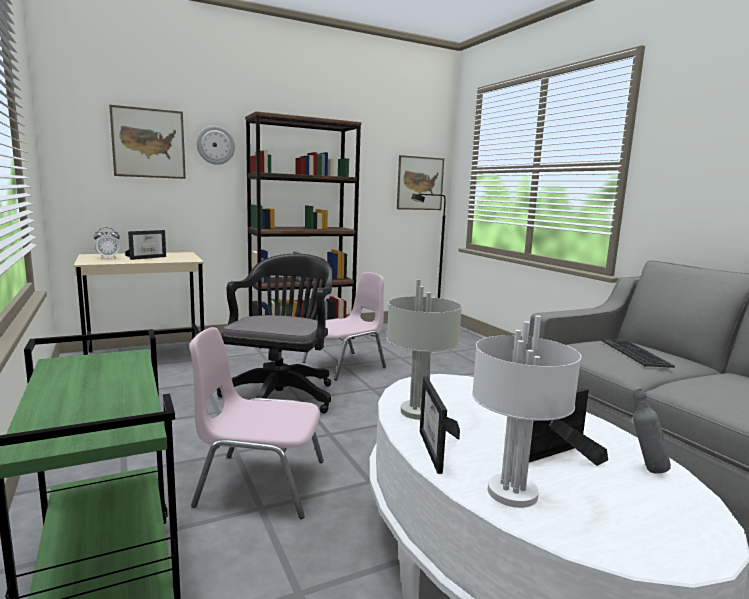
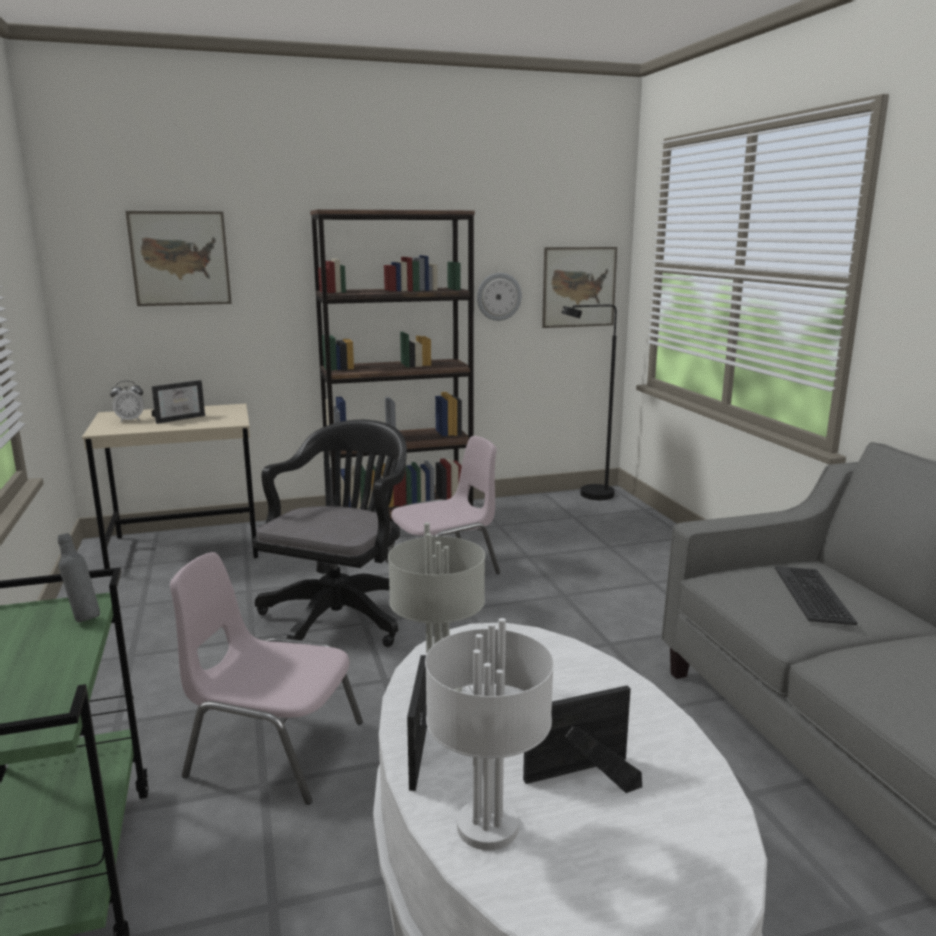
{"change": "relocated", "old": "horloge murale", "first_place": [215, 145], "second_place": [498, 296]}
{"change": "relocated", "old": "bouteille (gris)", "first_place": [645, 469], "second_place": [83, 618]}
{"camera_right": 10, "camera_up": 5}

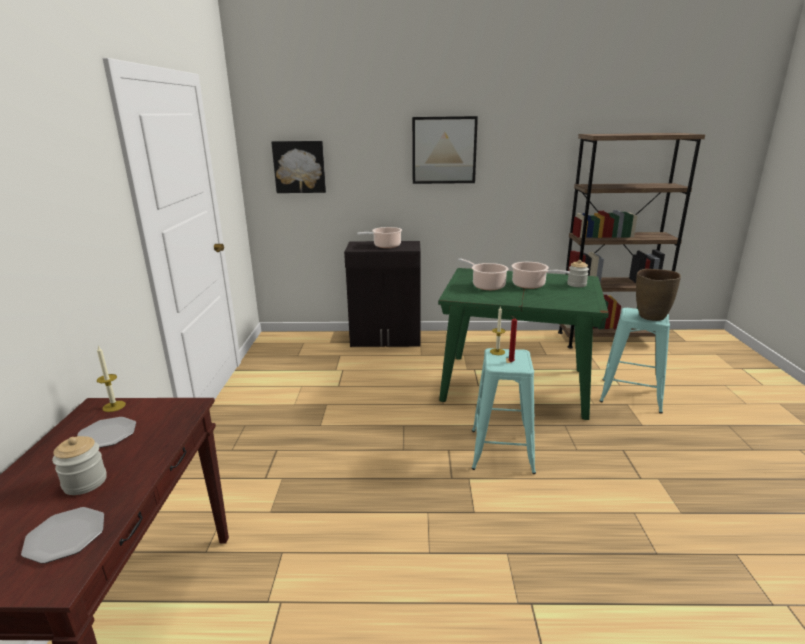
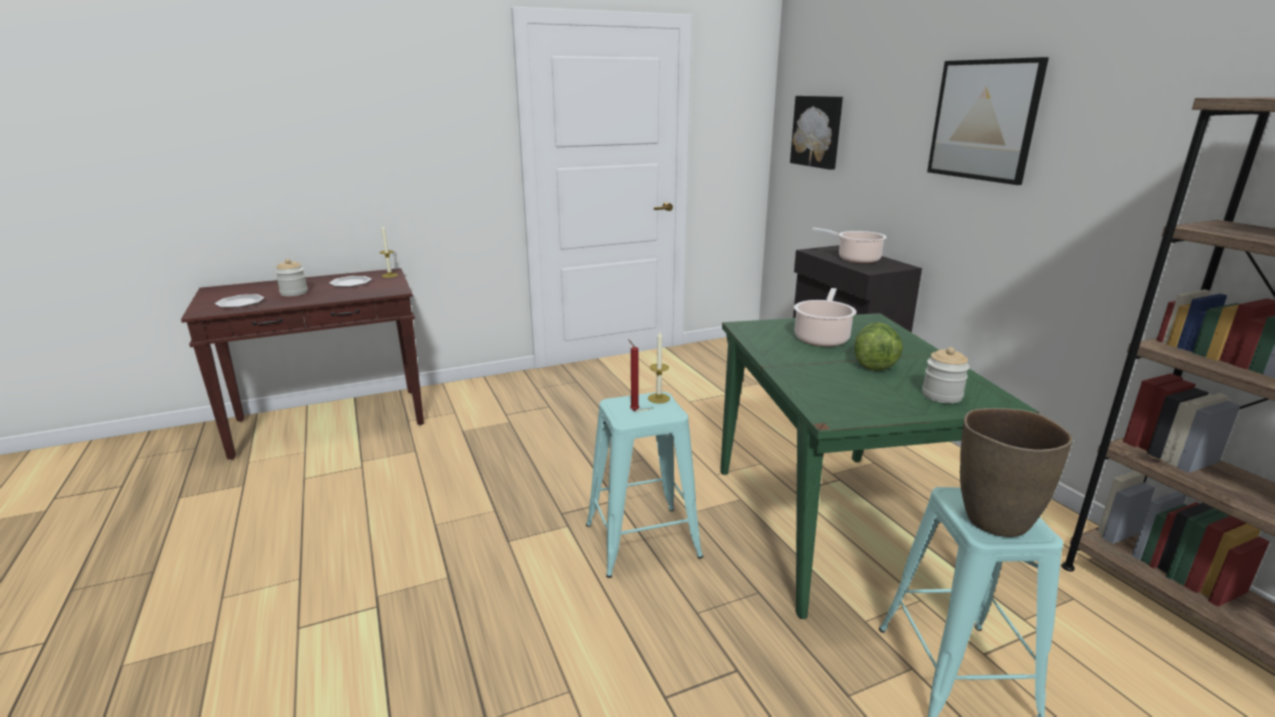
{"change": "exchanged", "old": "marmite", "new": "laitue", "first_place": [530, 285], "second_place": [873, 363]}
{"camera_right": 65, "camera_up": 0}

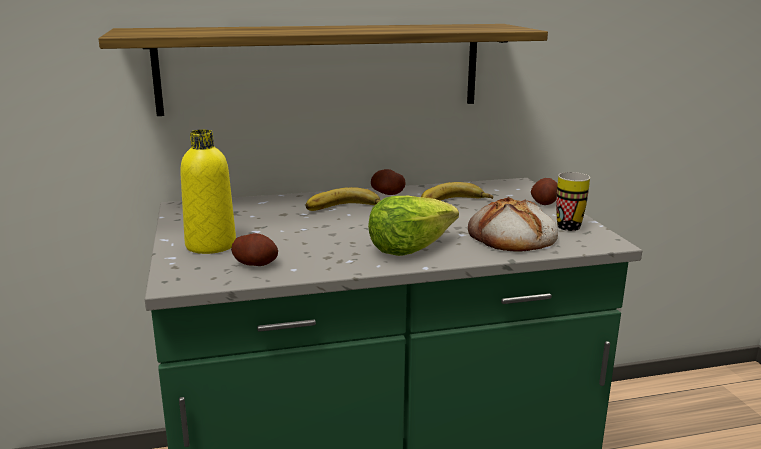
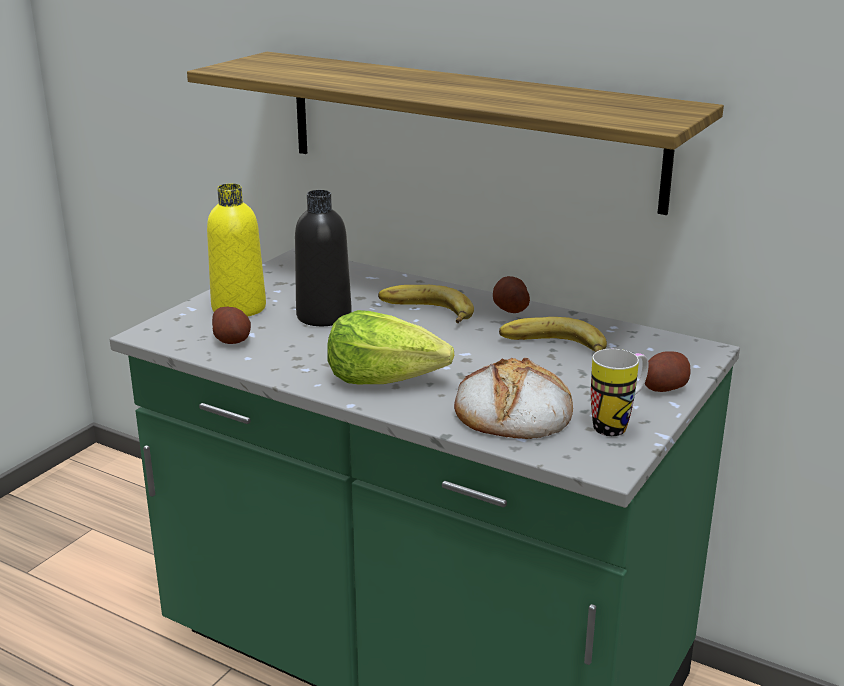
{"change": "appeared", "new": "bouteille (noir)", "second_place": [324, 316]}
{"camera_right": 45, "camera_up": 5}

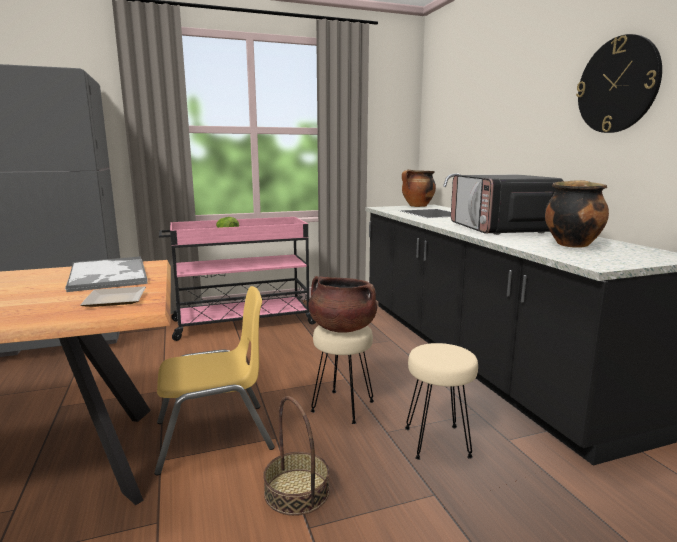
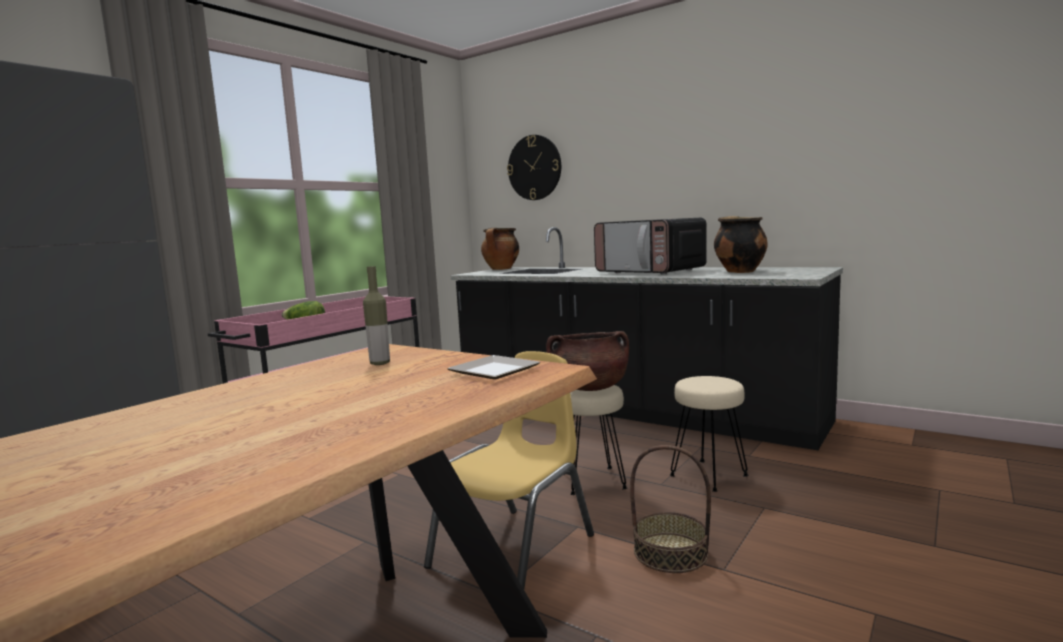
{"change": "relocated", "old": "horloge murale", "first_place": [617, 85], "second_place": [534, 167]}
{"change": "exchanged", "old": "plateau", "new": "bouteille", "first_place": [108, 275], "second_place": [380, 363]}
{"camera_right": -35, "camera_up": -5}

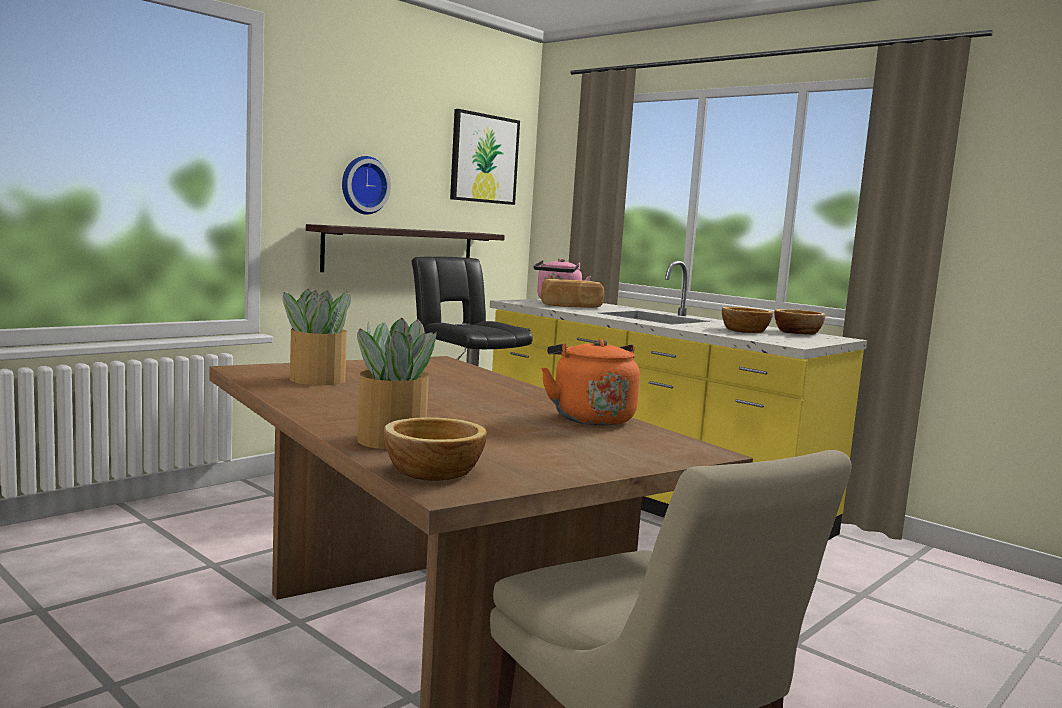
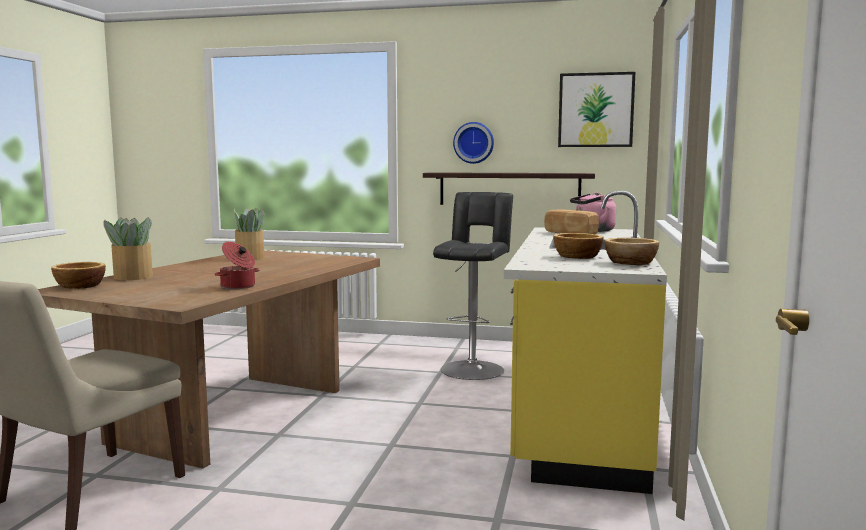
{"change": "exchanged", "old": "bouilloire (orange)", "new": "marmite", "first_place": [590, 418], "second_place": [238, 287]}
{"camera_right": 60, "camera_up": 0}

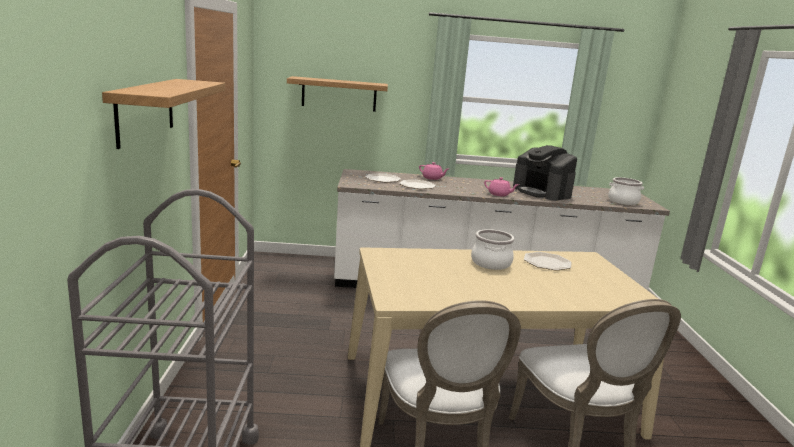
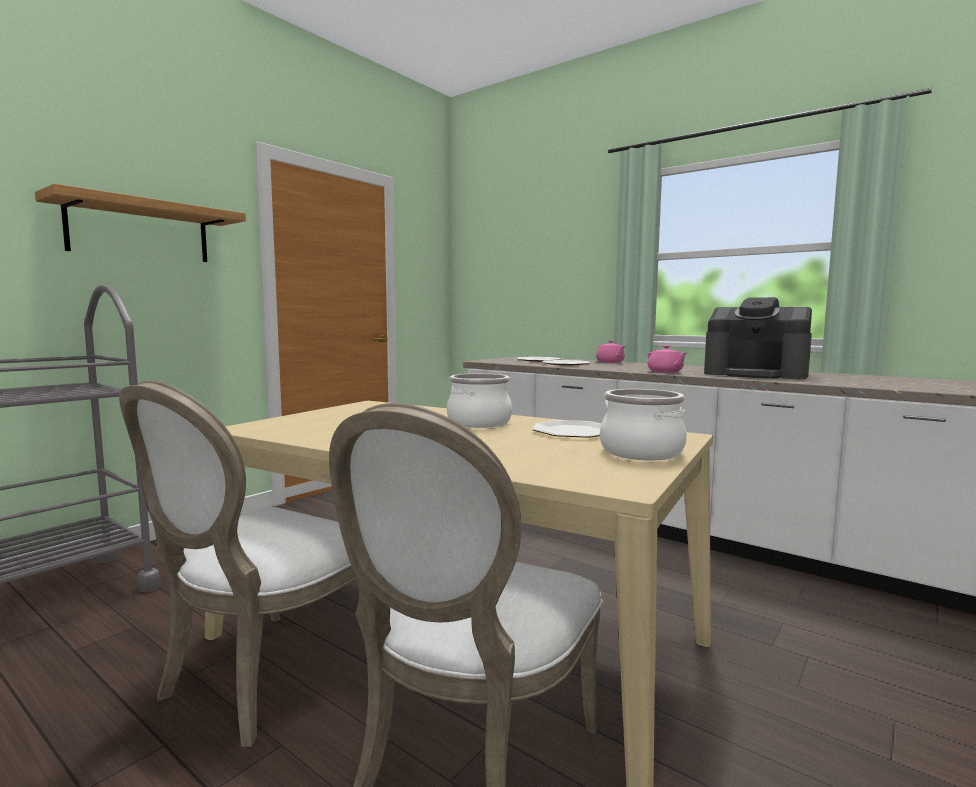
{"change": "missing", "old": "étagère", "first_place": [339, 94]}
{"change": "spun", "old": "machine à café", "first_place": [542, 192], "second_place": [756, 374], "degrees": -60}
{"change": "relocated", "old": "marmite", "first_place": [623, 201], "second_place": [640, 452]}
{"camera_right": 40, "camera_up": -10}

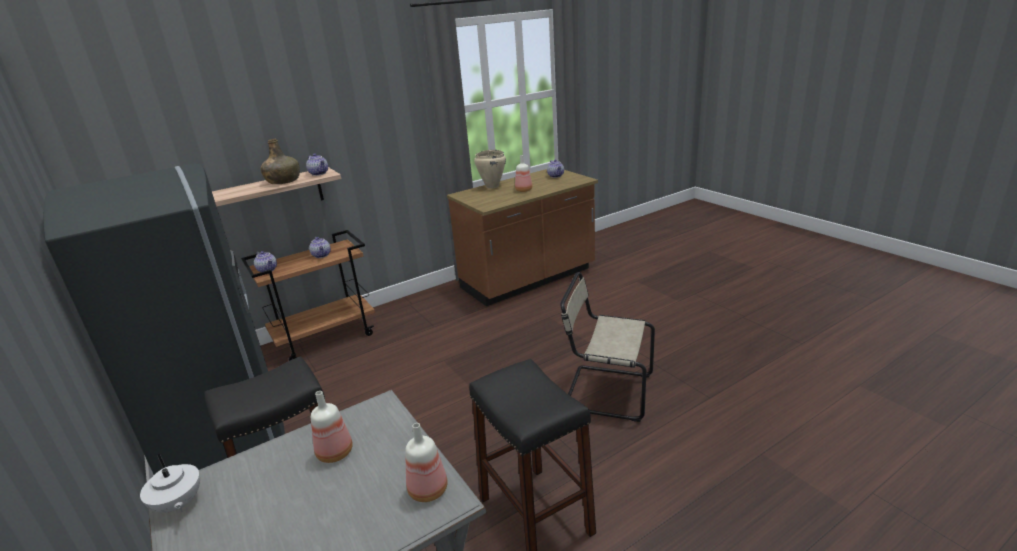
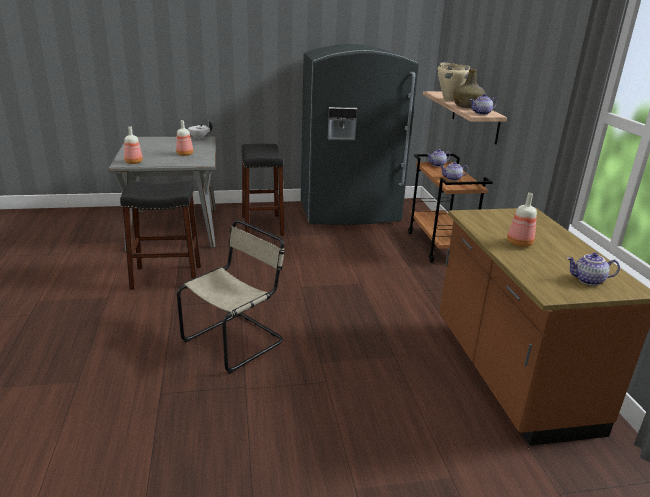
{"change": "relocated", "old": "marmite (beige)", "first_place": [492, 186], "second_place": [449, 99]}
{"camera_right": 110, "camera_up": 0}

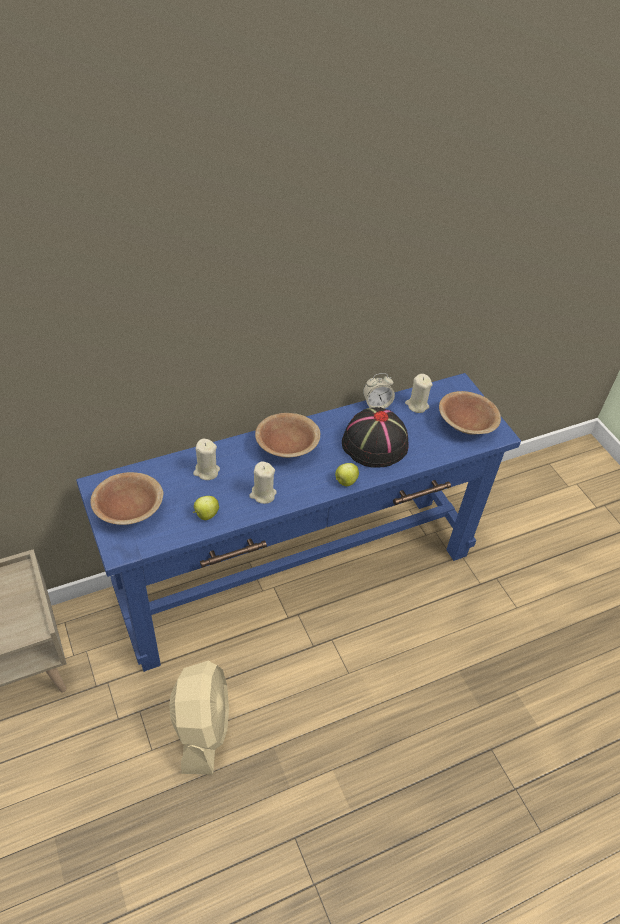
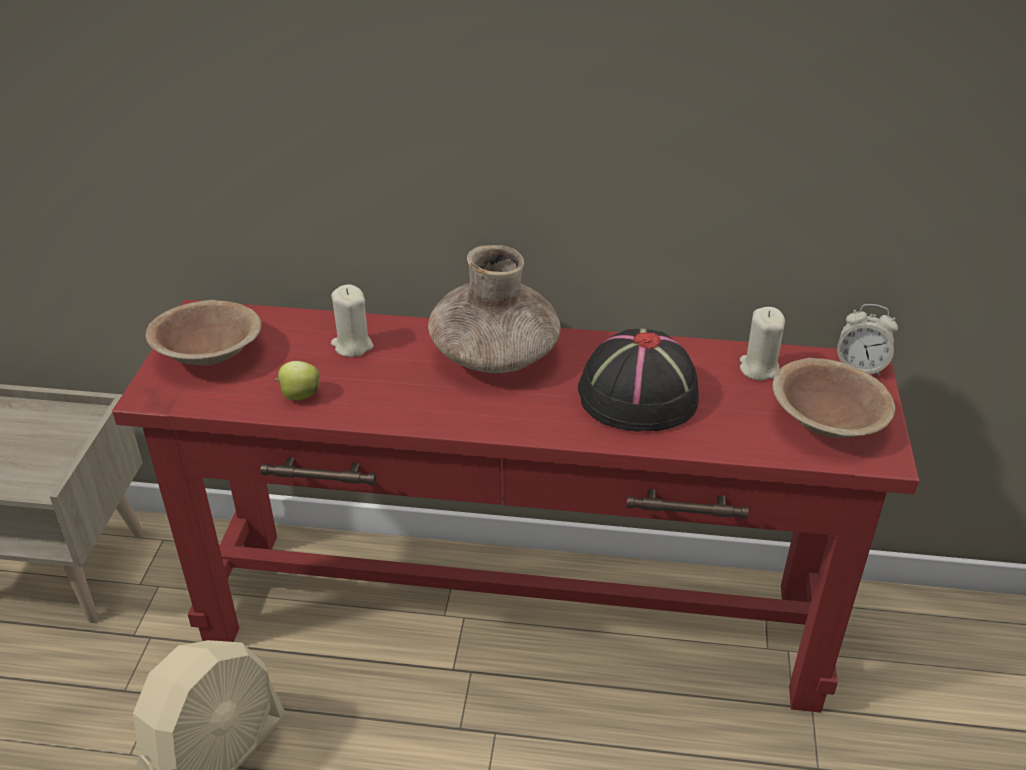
{"change": "colour", "old": "table console (bleu)", "new": "table console (rouge)", "first_place": [298, 574], "second_place": [514, 617]}
{"change": "relocated", "old": "réveil", "first_place": [376, 404], "second_place": [860, 366]}
{"change": "exchanged", "old": "bol (marron)", "new": "vase (marron)", "first_place": [287, 447], "second_place": [495, 354]}
{"change": "missing", "old": "bougie (beige)", "first_place": [262, 494]}
{"change": "missing", "old": "pomme", "first_place": [345, 482]}
{"camera_right": 35, "camera_up": -10}

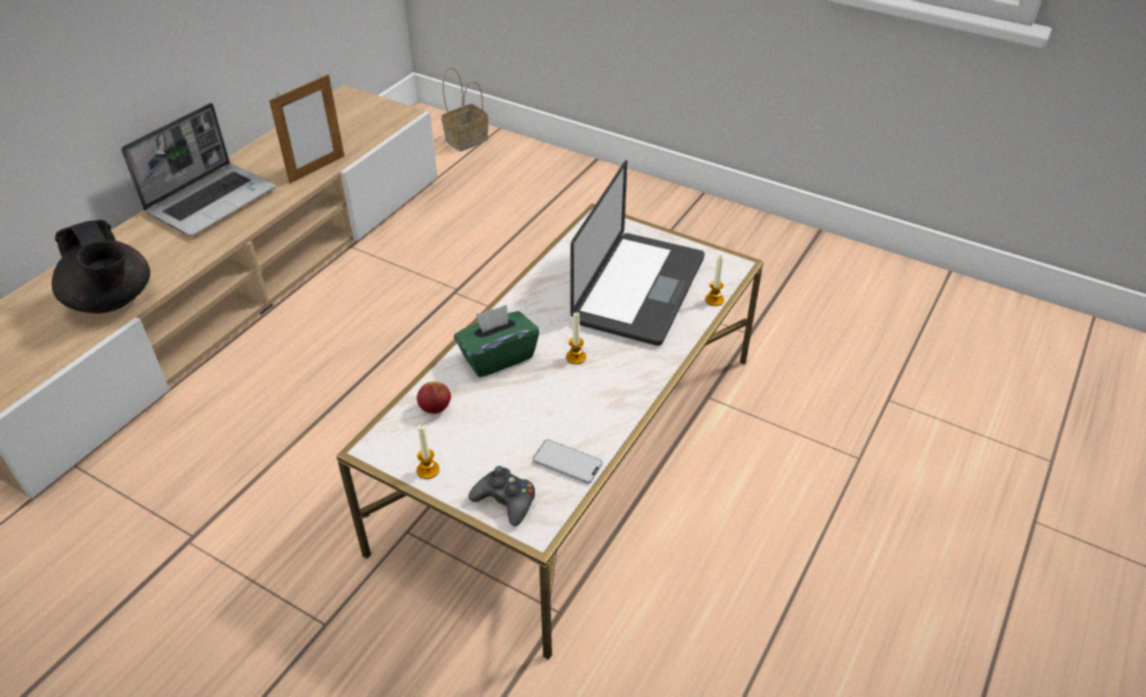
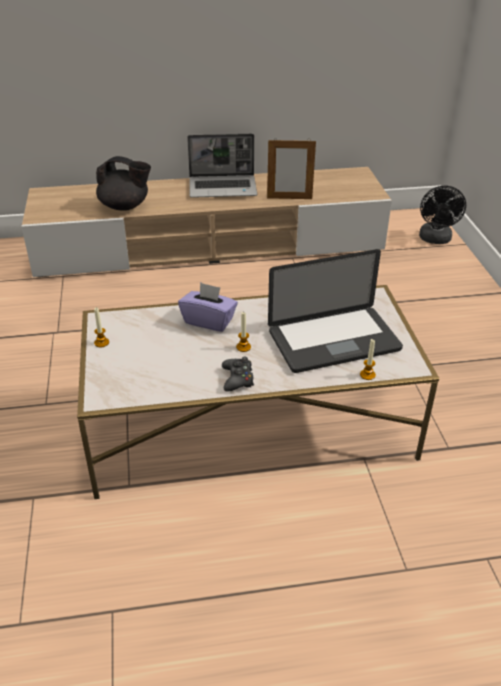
{"change": "exchanged", "old": "panier", "new": "ventilateur (noir)", "first_place": [467, 139], "second_place": [435, 240]}
{"change": "spun", "old": "théière (noir)", "first_place": [112, 301], "second_place": [125, 206], "degrees": -90}
{"change": "colour", "old": "boîte à mouchoirs (vert)", "new": "boîte à mouchoirs (violet)", "first_place": [497, 357], "second_place": [209, 321]}
{"change": "missing", "old": "pomme", "first_place": [435, 408]}
{"change": "missing", "old": "téléphone", "first_place": [567, 462]}
{"change": "relocated", "old": "manette (noir)", "first_place": [505, 500], "second_place": [237, 379]}
{"camera_right": 50, "camera_up": -5}

